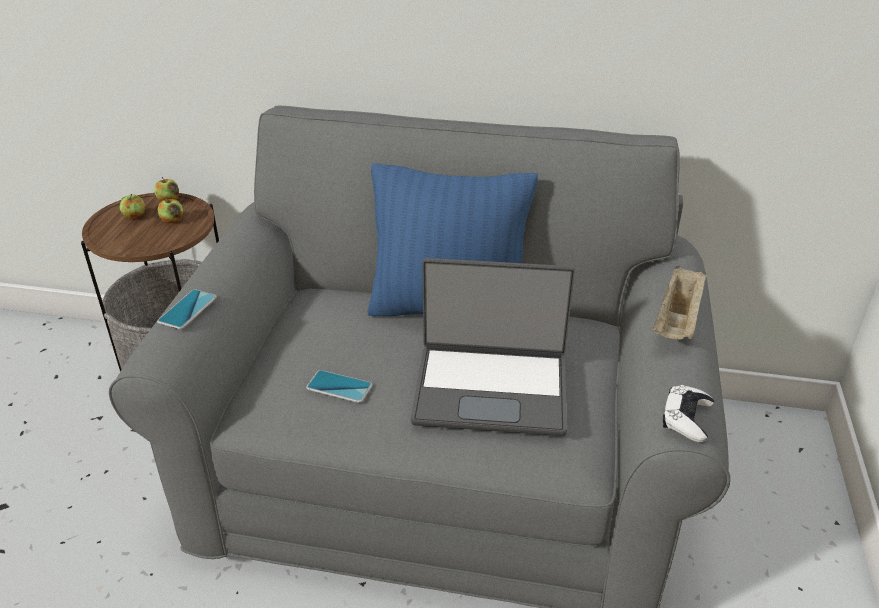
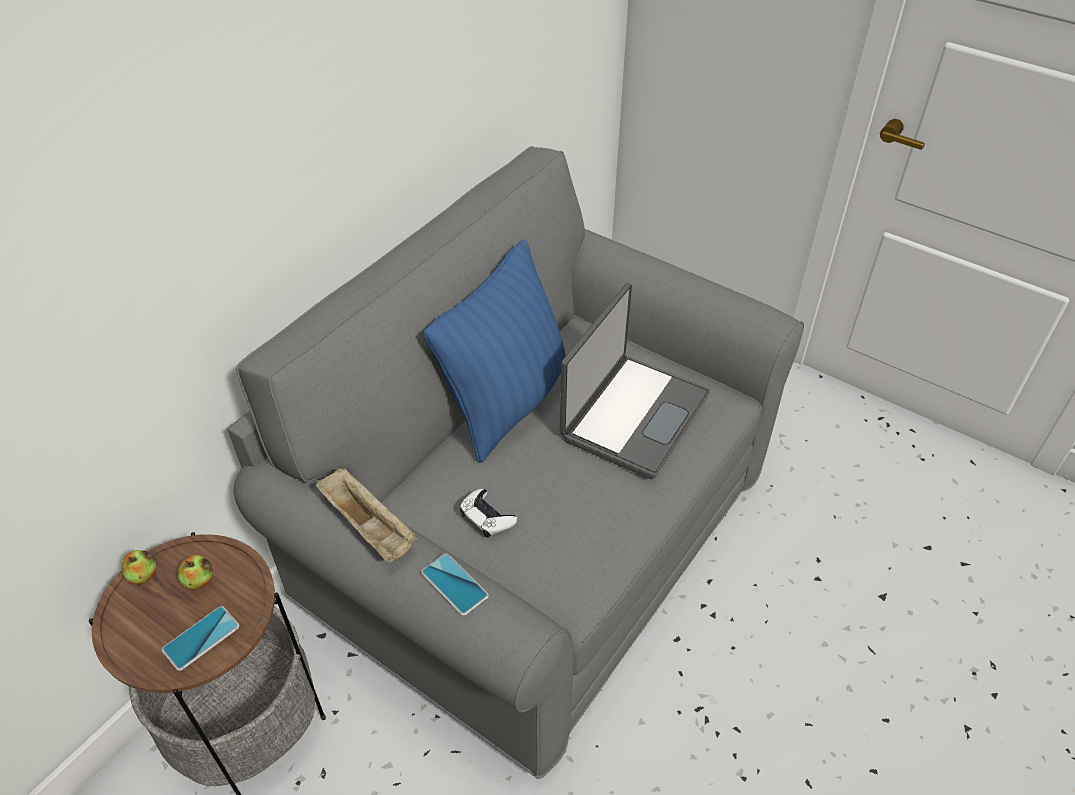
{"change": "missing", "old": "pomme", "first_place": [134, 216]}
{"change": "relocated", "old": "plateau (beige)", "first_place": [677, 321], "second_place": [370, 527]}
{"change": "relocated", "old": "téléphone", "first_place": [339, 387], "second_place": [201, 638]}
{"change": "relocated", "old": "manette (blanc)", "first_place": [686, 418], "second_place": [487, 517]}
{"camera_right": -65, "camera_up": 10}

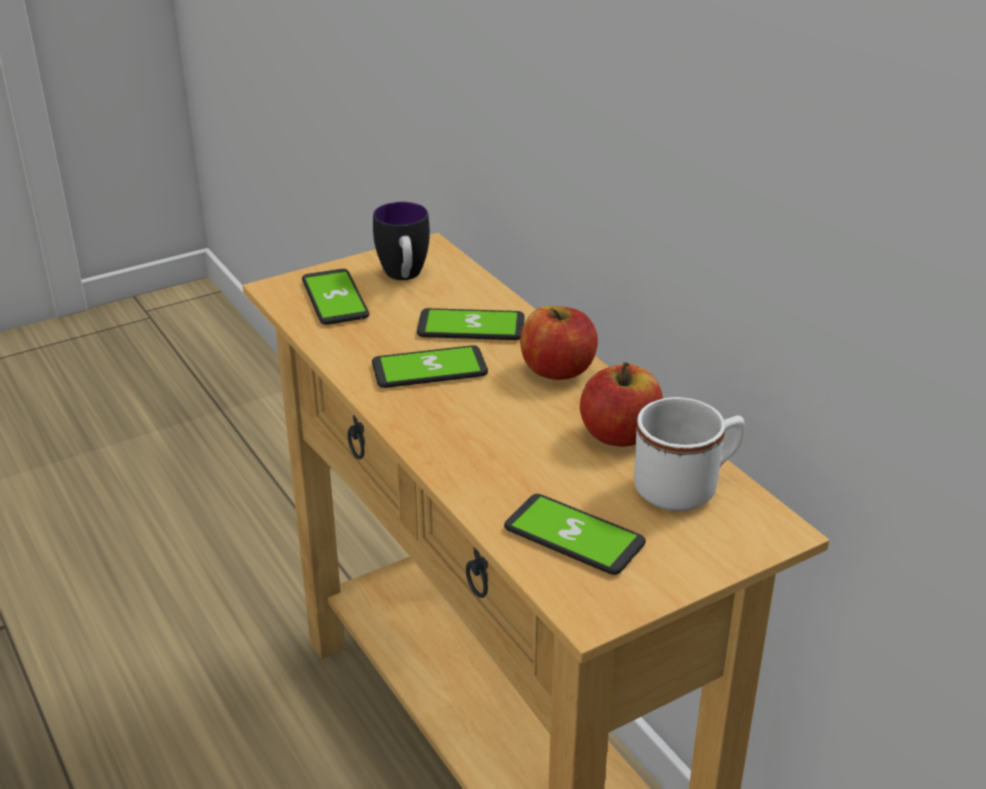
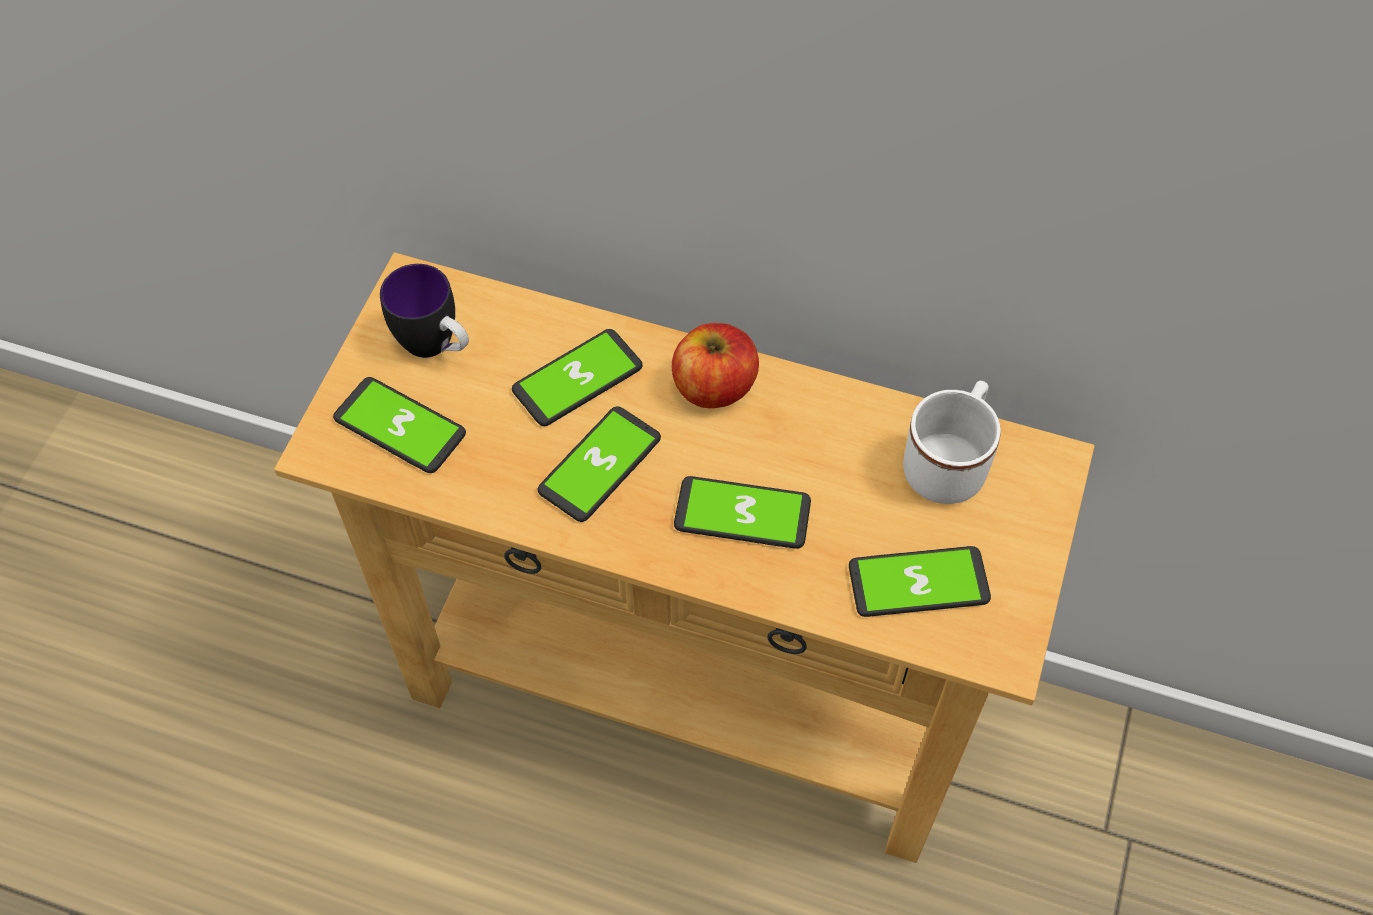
{"change": "missing", "old": "pomme", "first_place": [619, 434]}
{"change": "appeared", "new": "téléphone", "second_place": [742, 514]}
{"camera_right": -40, "camera_up": 25}

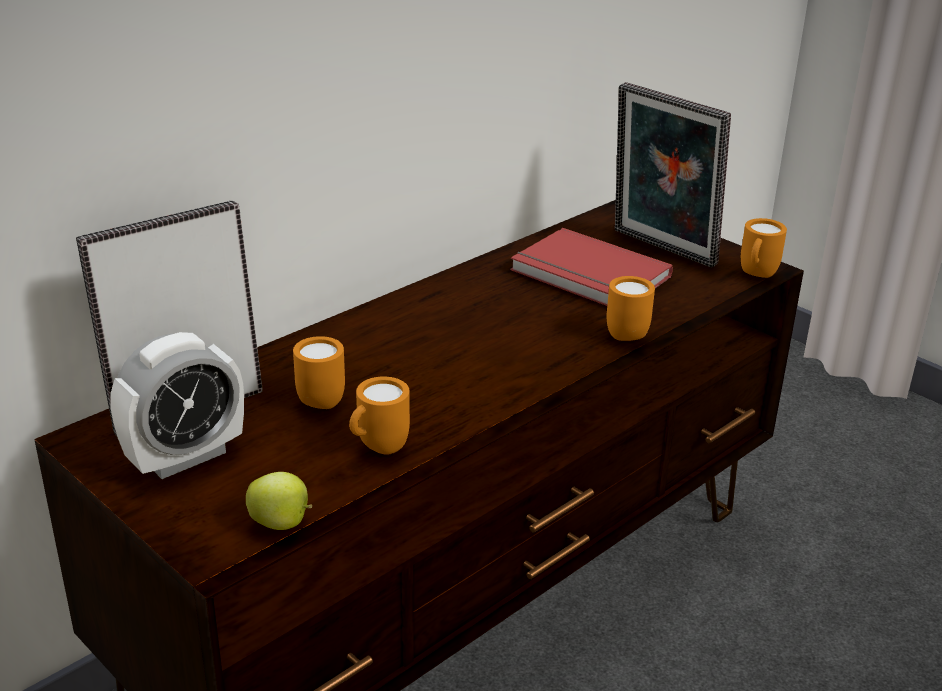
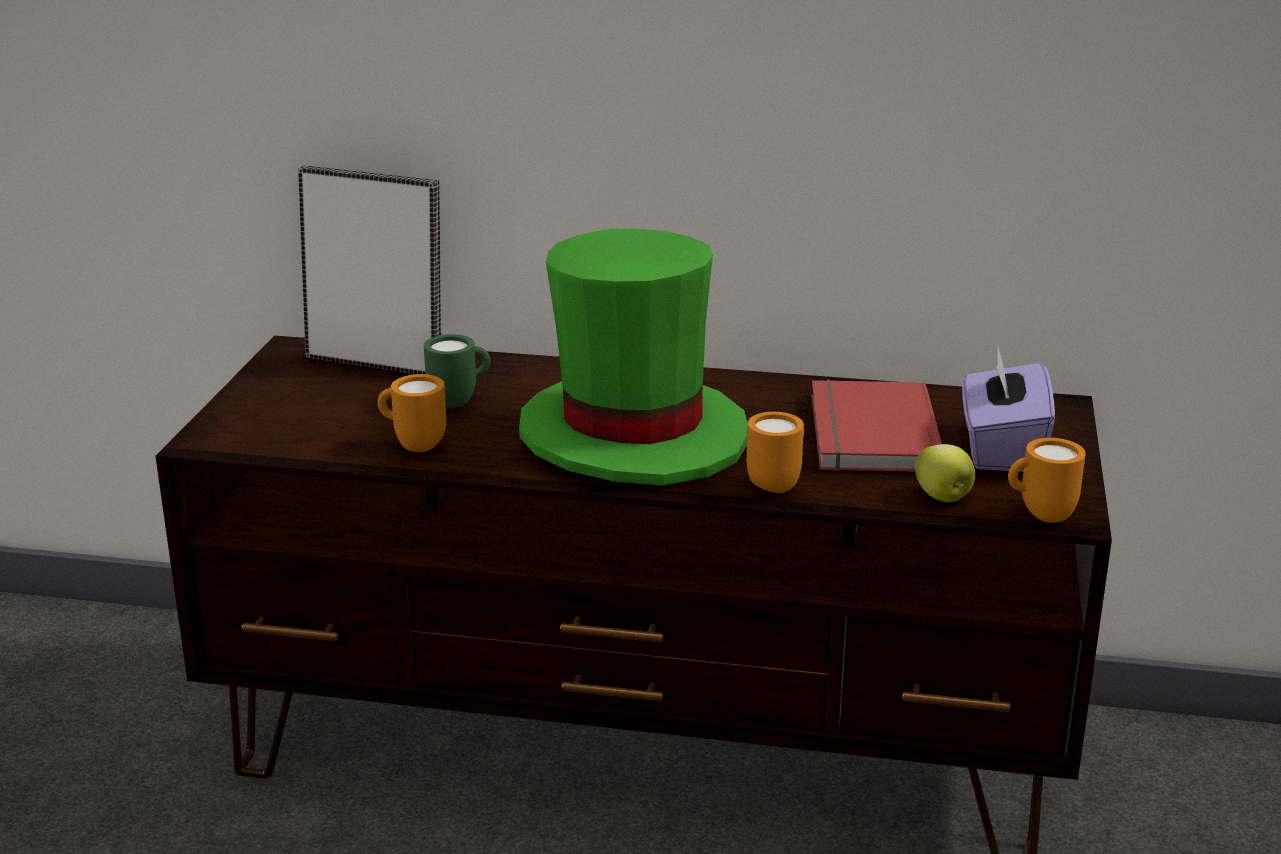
{"change": "exchanged", "old": "cadre photo", "new": "boîte à mouchoirs (violet)", "first_place": [660, 249], "second_place": [1001, 449]}
{"change": "missing", "old": "réveil", "first_place": [185, 457]}
{"change": "colour", "old": "mug (orange)", "new": "mug (vert)", "first_place": [324, 398], "second_place": [459, 401]}
{"change": "relocated", "old": "pomme", "first_place": [282, 524], "second_place": [943, 498]}
{"change": "appeared", "new": "chapeau (vert)", "second_place": [633, 435]}
{"camera_right": 55, "camera_up": -5}

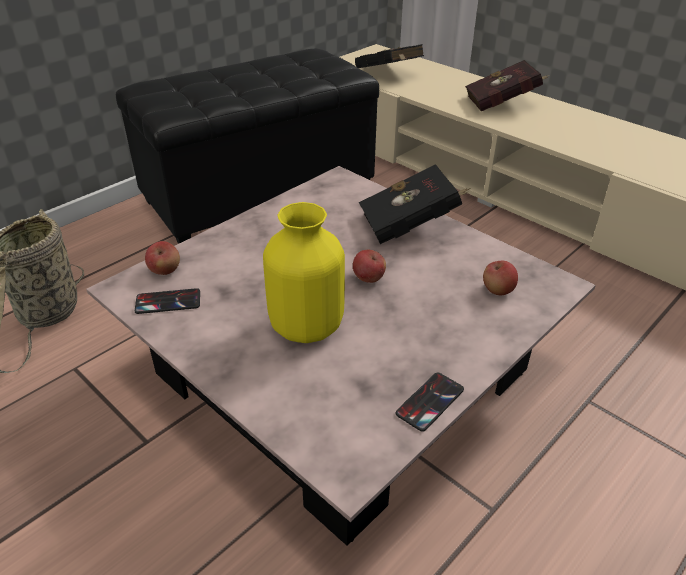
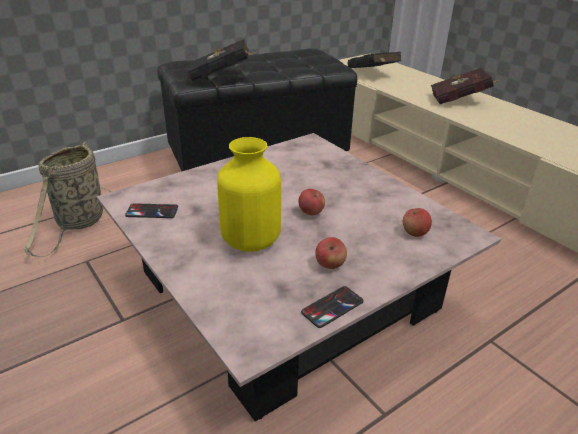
{"change": "relocated", "old": "livre (noir)", "first_place": [412, 225], "second_place": [223, 77]}
{"change": "relocated", "old": "pomme", "first_place": [165, 271], "second_place": [330, 265]}
{"camera_right": 10, "camera_up": -5}

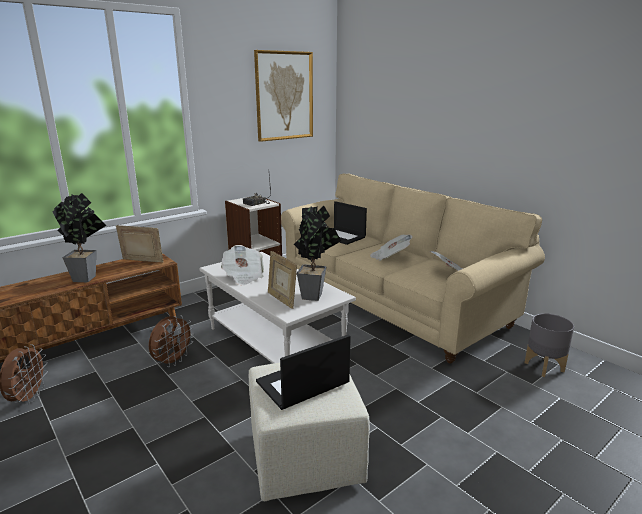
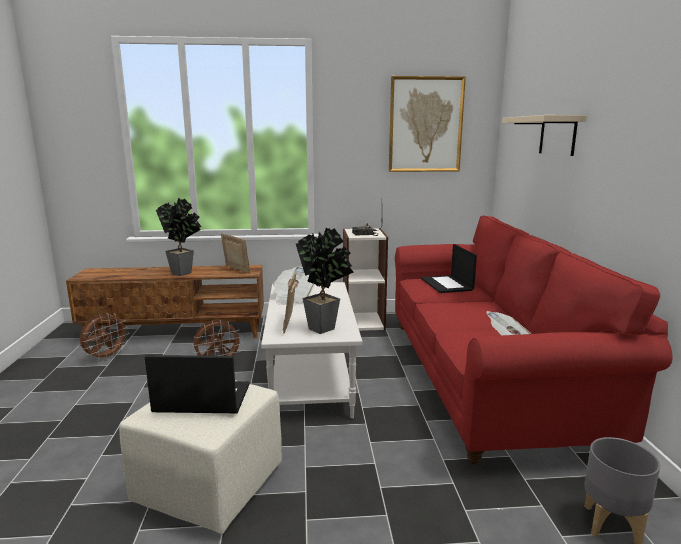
{"change": "colour", "old": "canapé (beige)", "new": "canapé (rouge)", "first_place": [392, 303], "second_place": [484, 377]}
{"change": "missing", "old": "journal", "first_place": [390, 257]}
{"change": "appeared", "new": "étagère (beige)", "second_place": [557, 135]}
{"camera_right": 35, "camera_up": -5}

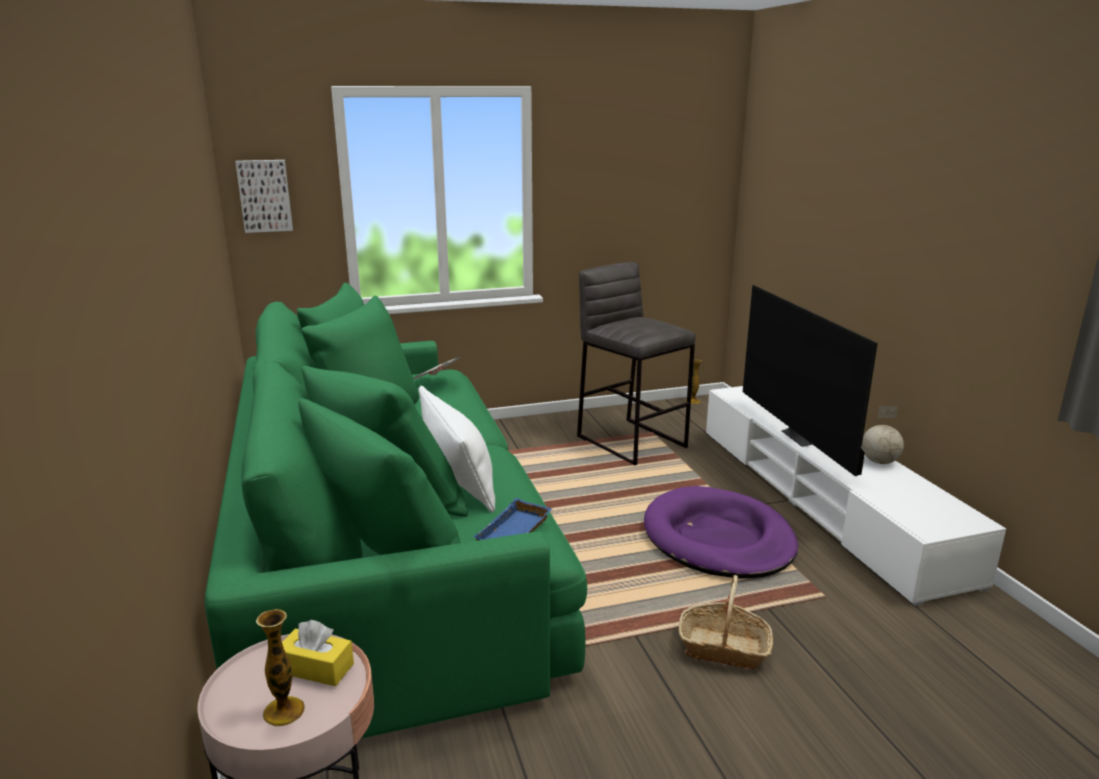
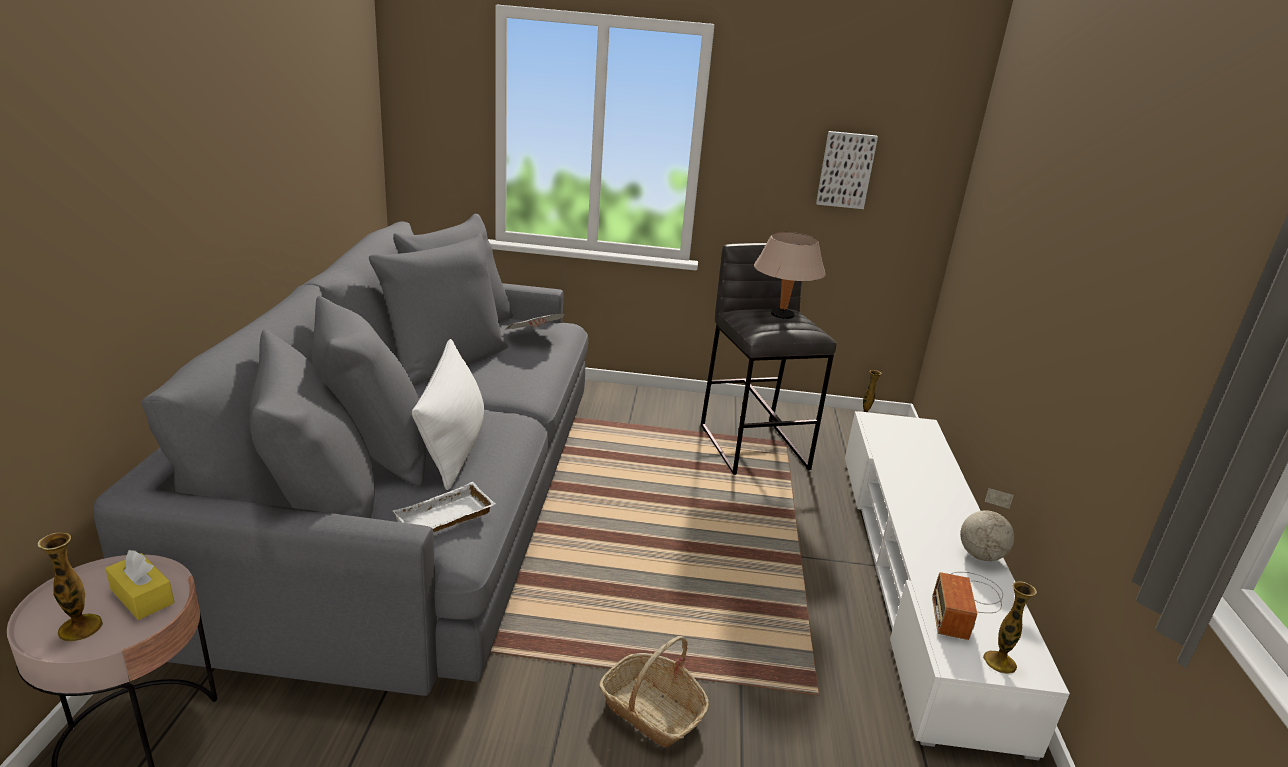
{"change": "relocated", "old": "tableau", "first_place": [265, 196], "second_place": [845, 169]}
{"change": "colour", "old": "canapé (vert)", "new": "canapé (gris)", "first_place": [386, 552], "second_place": [417, 495]}
{"change": "missing", "old": "téléviseur", "first_place": [803, 437]}
{"change": "missing", "old": "panier pour chien (violet)", "first_place": [718, 539]}
{"change": "colour", "old": "plateau (bleu)", "new": "plateau (blanc)", "first_place": [515, 533], "second_place": [444, 519]}
{"change": "appeared", "new": "lampe de table (beige)", "second_place": [782, 315]}
{"change": "appeared", "new": "radio", "second_place": [967, 604]}
{"change": "appeared", "new": "vase", "second_place": [999, 662]}
{"camera_right": 20, "camera_up": 5}

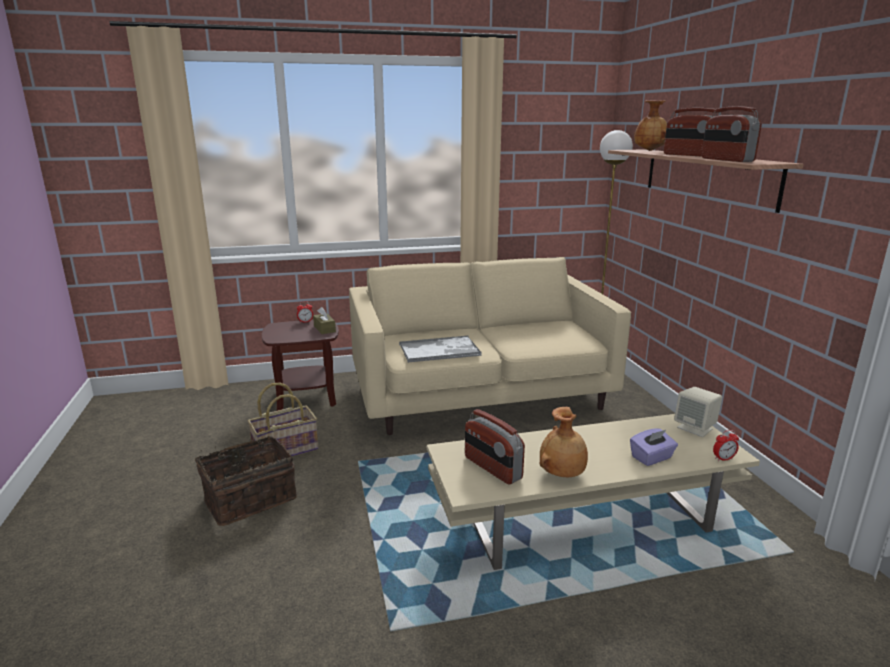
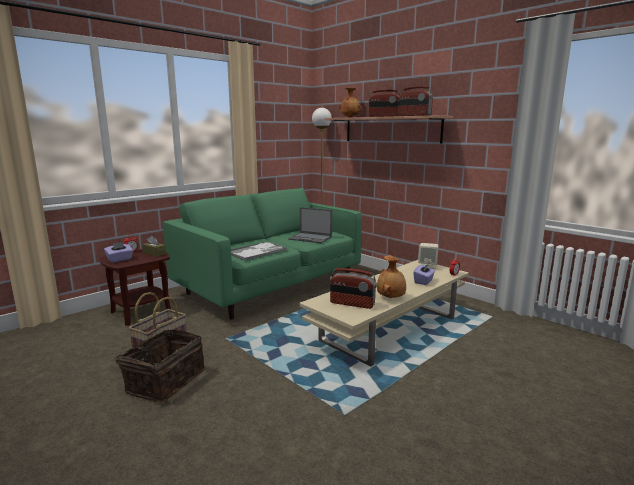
{"change": "colour", "old": "canapé (beige)", "new": "canapé (vert)", "first_place": [480, 397], "second_place": [270, 286]}
{"change": "appeared", "new": "ordinateur portable", "second_place": [311, 238]}
{"change": "appeared", "new": "boîte à mouchoirs (violet)", "second_place": [120, 259]}
{"camera_right": -30, "camera_up": -5}

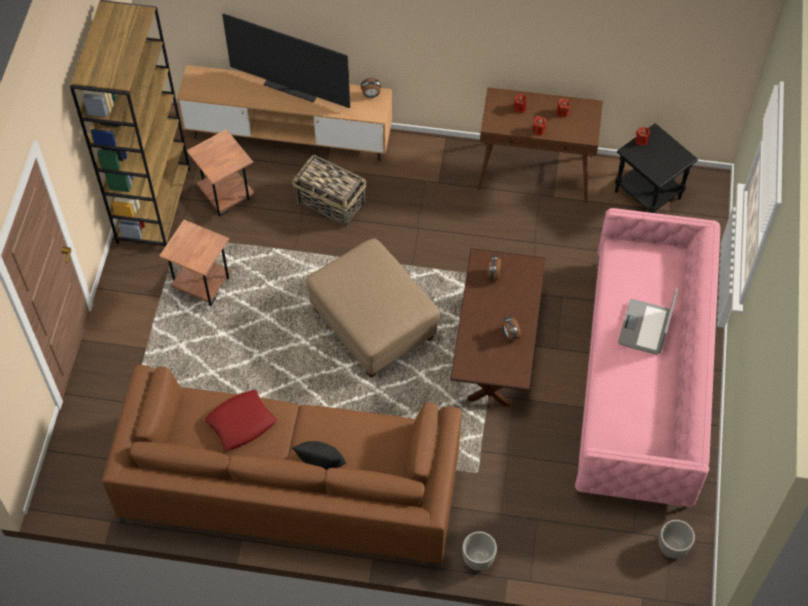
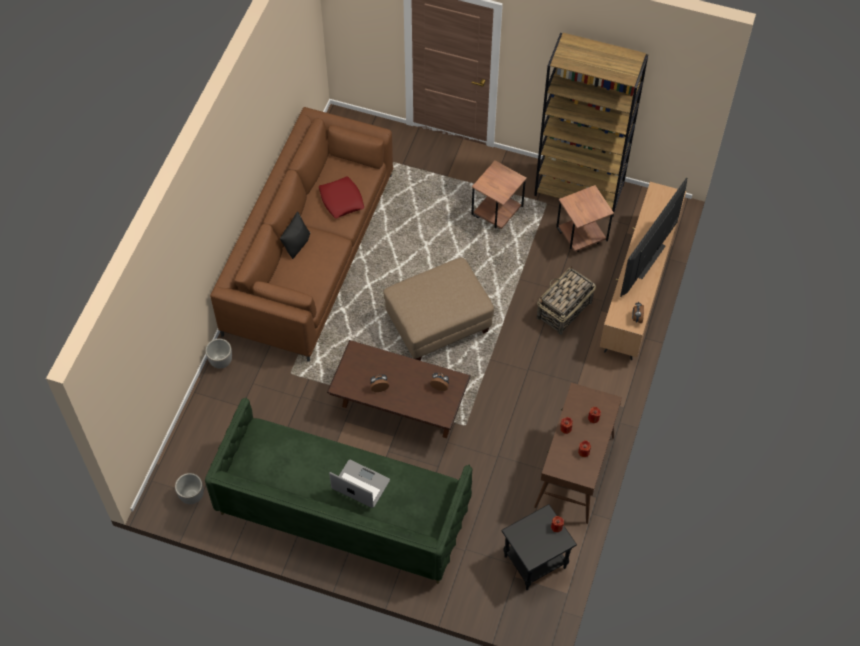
{"change": "colour", "old": "canapé (rose)", "new": "canapé (vert)", "first_place": [641, 381], "second_place": [342, 509]}
{"camera_right": 100, "camera_up": 0}

